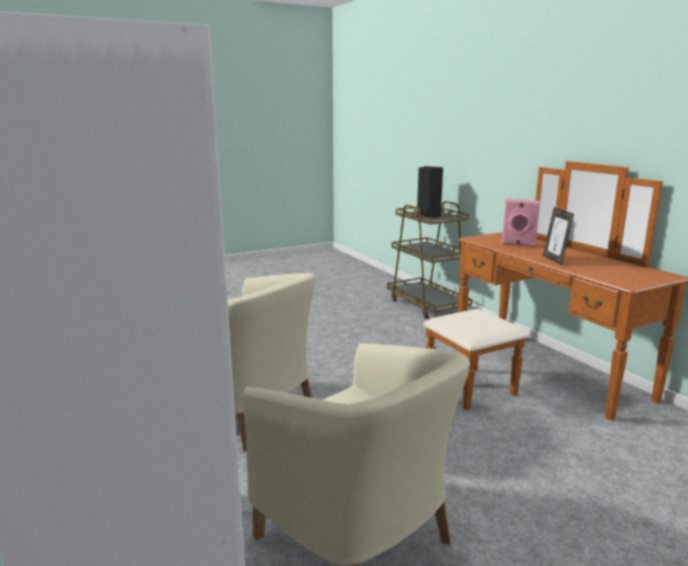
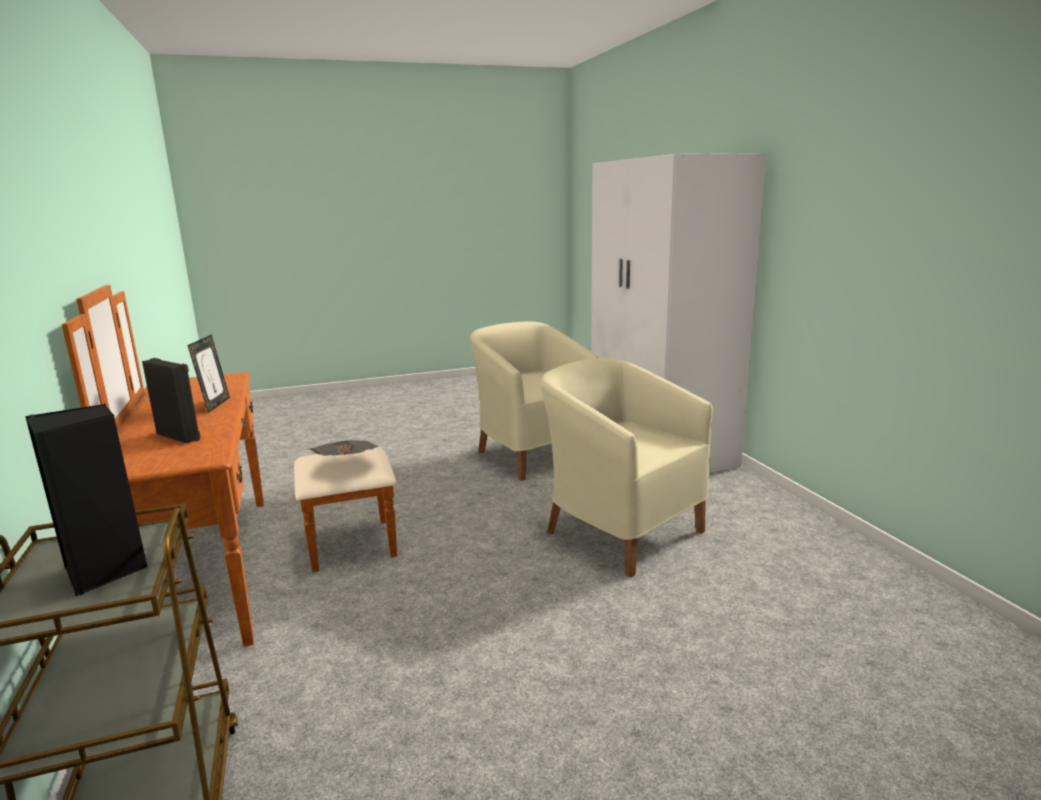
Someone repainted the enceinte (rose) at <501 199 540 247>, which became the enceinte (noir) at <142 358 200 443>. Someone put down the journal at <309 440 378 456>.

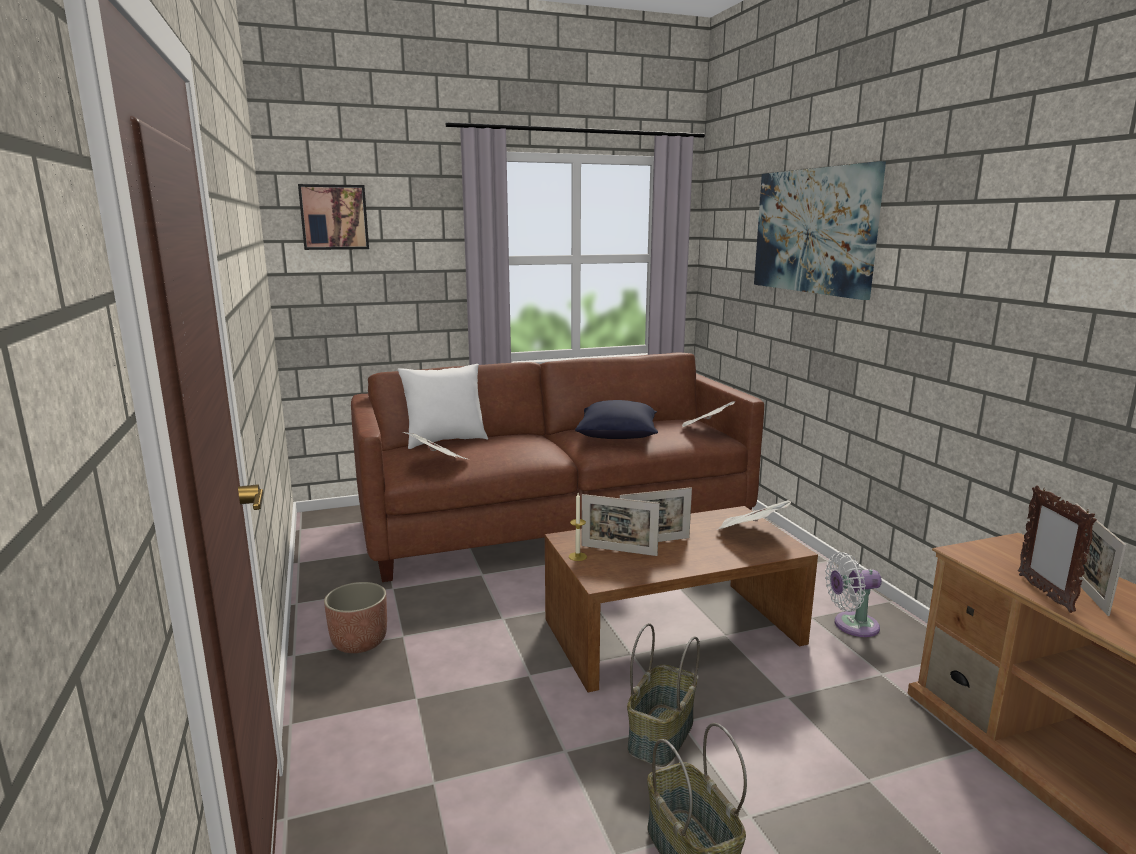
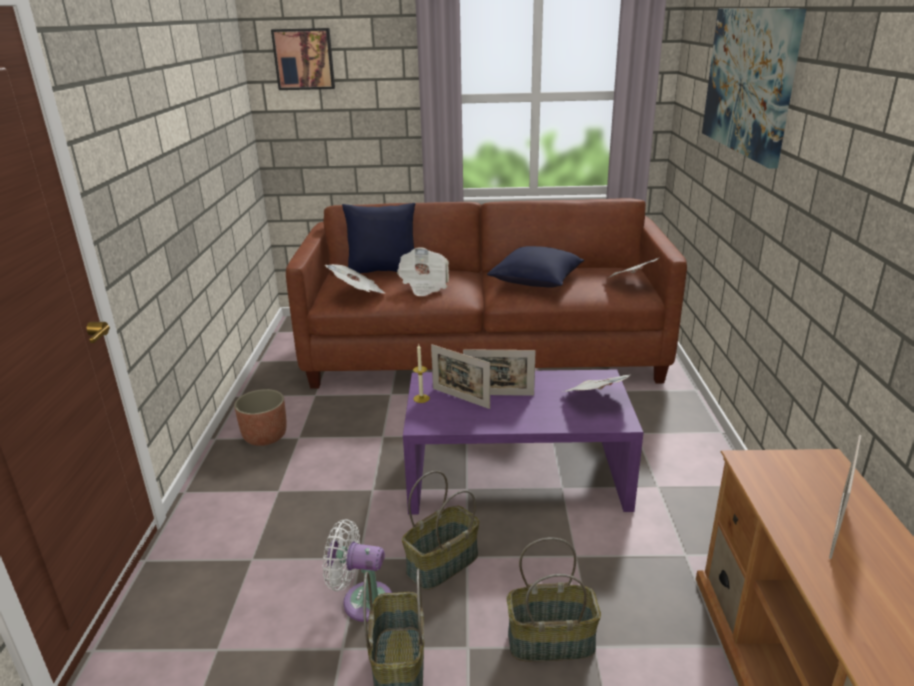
Someone carried the ventilateur (blanc) from <825 552 882 637> to <322 519 392 622>. Someone repainted the coussin (blanc) at <398 364 488 449>, which became the coussin (bleu) at <342 203 416 273>. Someone put down the journal at <397 247 449 297>. Someone repainted the table basse (marron) at <545 506 818 692>, which became the table basse (violet) at <403 369 644 514>. Someone put down the panier at <507 537 601 662>. Someone took away the cadre photo at <1018 486 1097 613>.

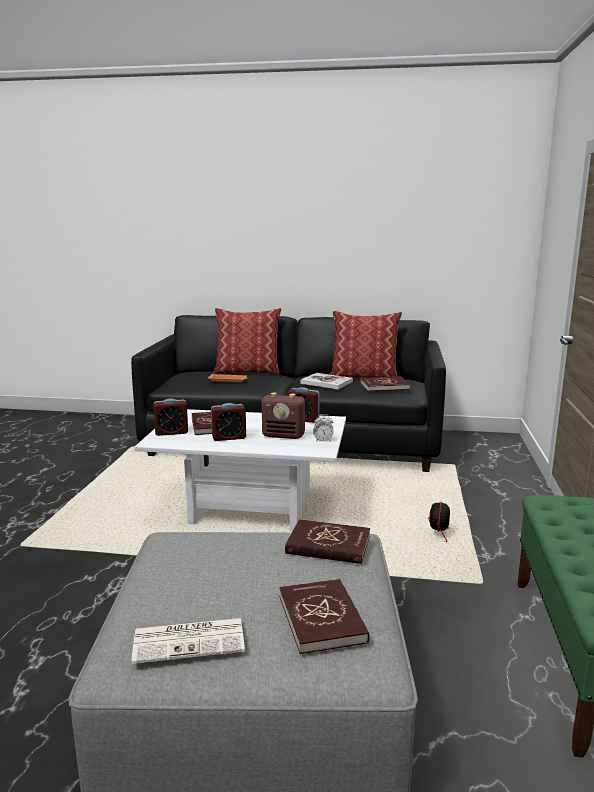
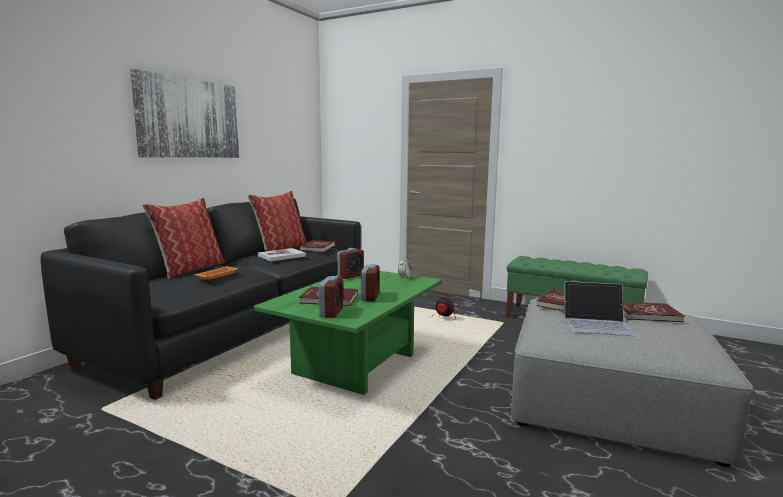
Someone put up the tableau at <130 69 239 158>. Someone repainted the table basse (blanc) at <134 409 346 532>, which became the table basse (vert) at <253 271 442 395>. Someone put down the ordinateur portable at <563 281 636 336>. Someone took away the journal at <131 618 245 664>. Someone took away the radio at <262 393 305 439>.

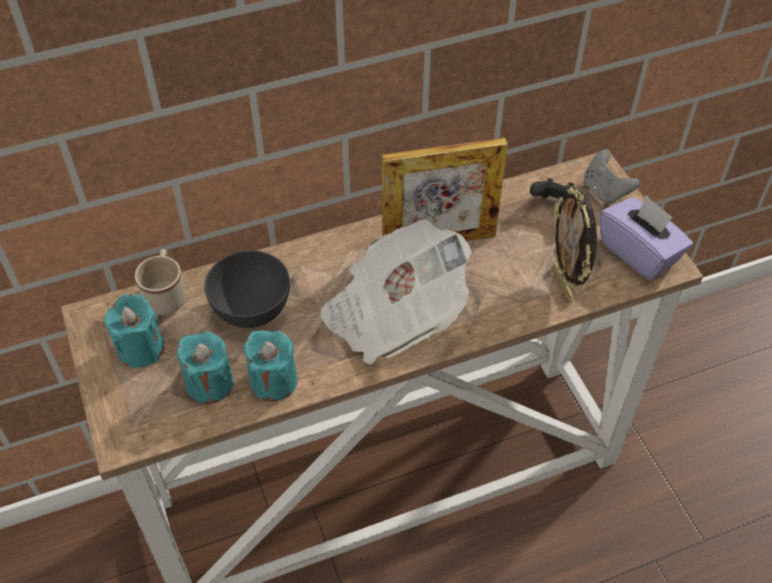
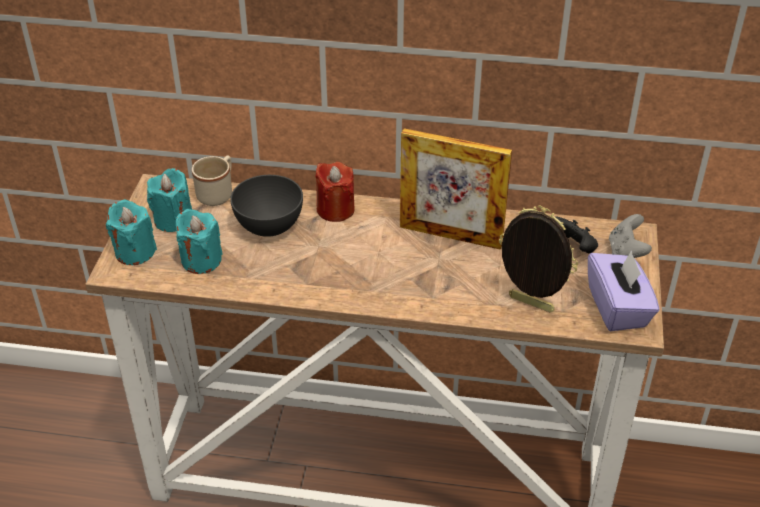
Someone carried the bougie (turquoise) from <243 330 297 402> to <106 199 157 265>. Someone put down the bougie (rouge) at <315 162 354 222>. Someone rotated the cadre photo at <553 187 597 303> by 105 degrees clockwise. Someone took away the journal at <321 220 472 365>.

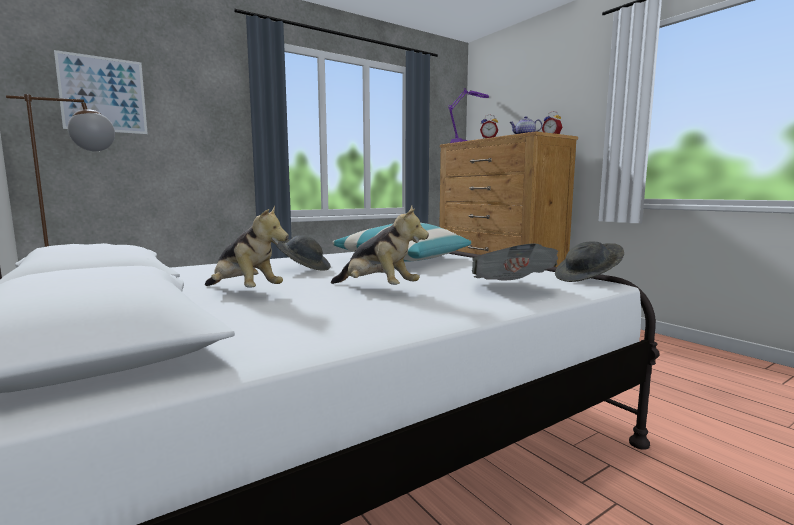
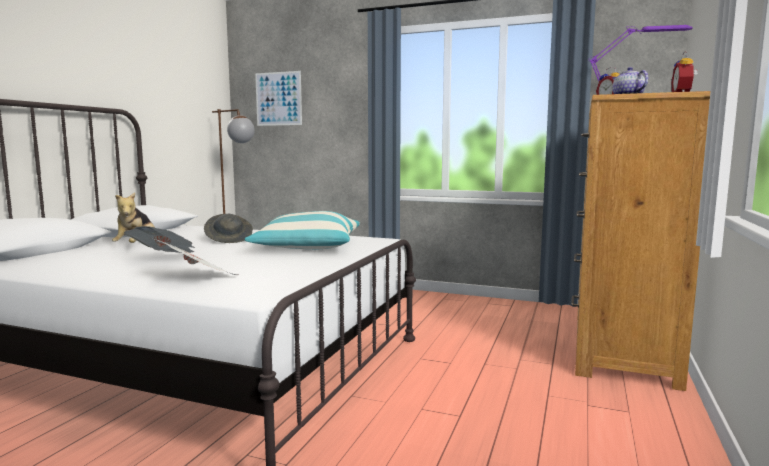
Someone swapped the peluche at <331 205 429 285> for the journal at <124 226 195 253>. Someone took away the chapeau (gris) at <555 242 624 282>.

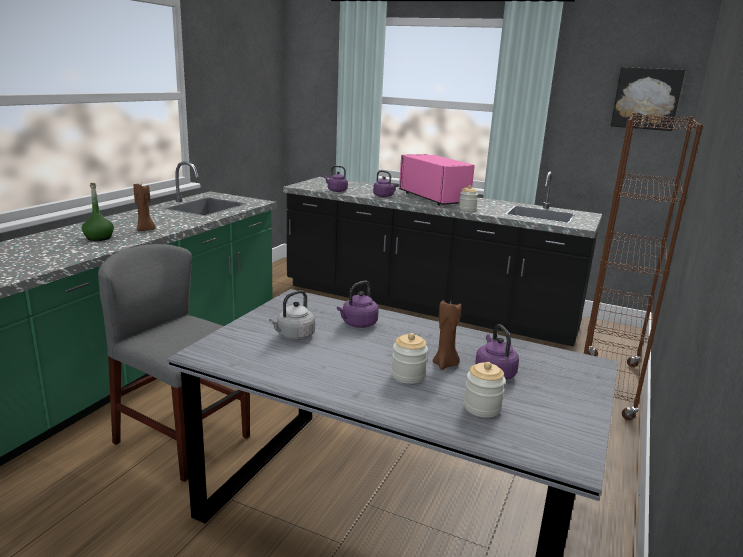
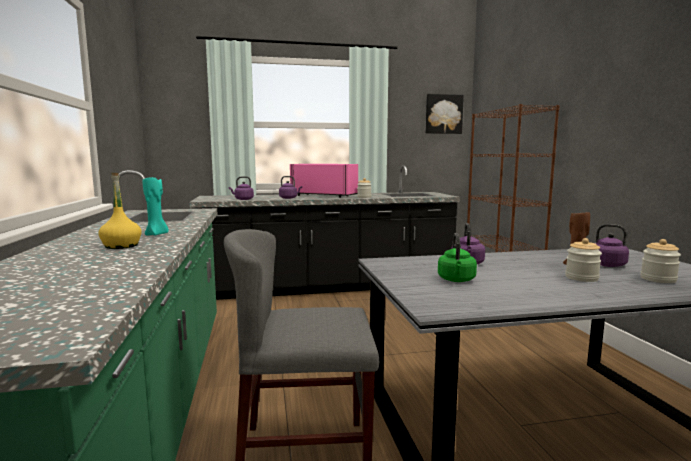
Someone repainted the bouteille (vert) at <82 183 114 241>, which became the bouteille (jaune) at <98 173 142 249>. Someone repainted the bougie (marron) at <133 184 156 231>, which became the bougie (turquoise) at <142 177 169 235>. Someone repainted the bouilloire (gris) at <269 290 315 340>, which became the bouilloire (vert) at <438 233 477 282>.

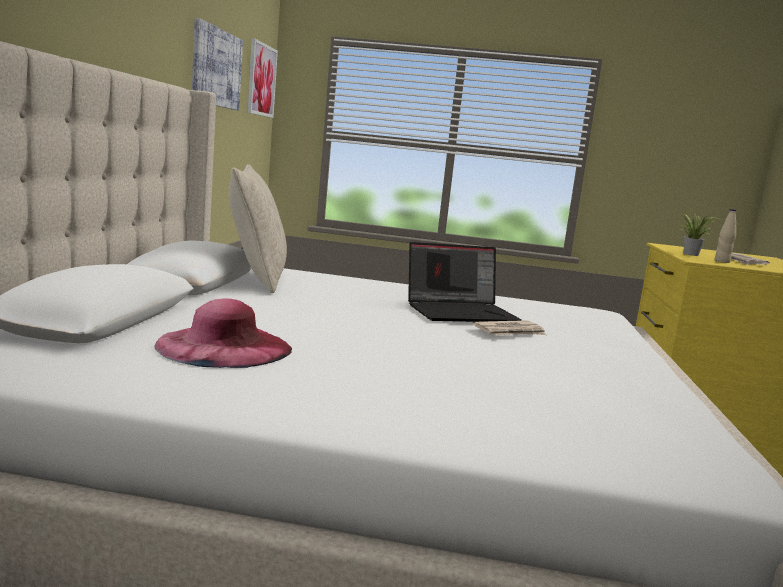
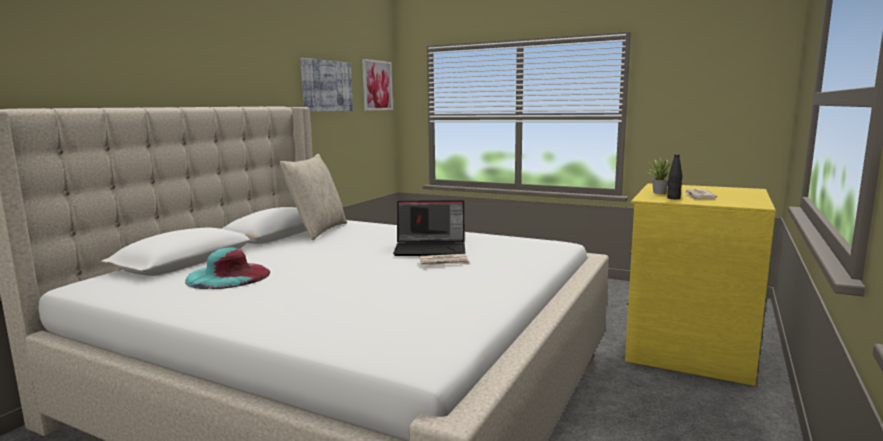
Someone repainted the chapeau (rose) at <155 298 292 368>, which became the chapeau (turquoise) at <185 247 270 289>. Someone repainted the bouteille (beige) at <714 209 736 263>, which became the bouteille (noir) at <667 154 682 199>.

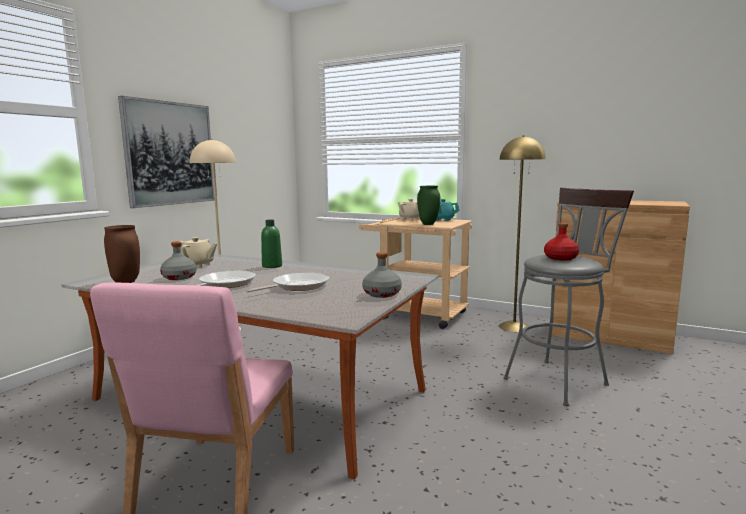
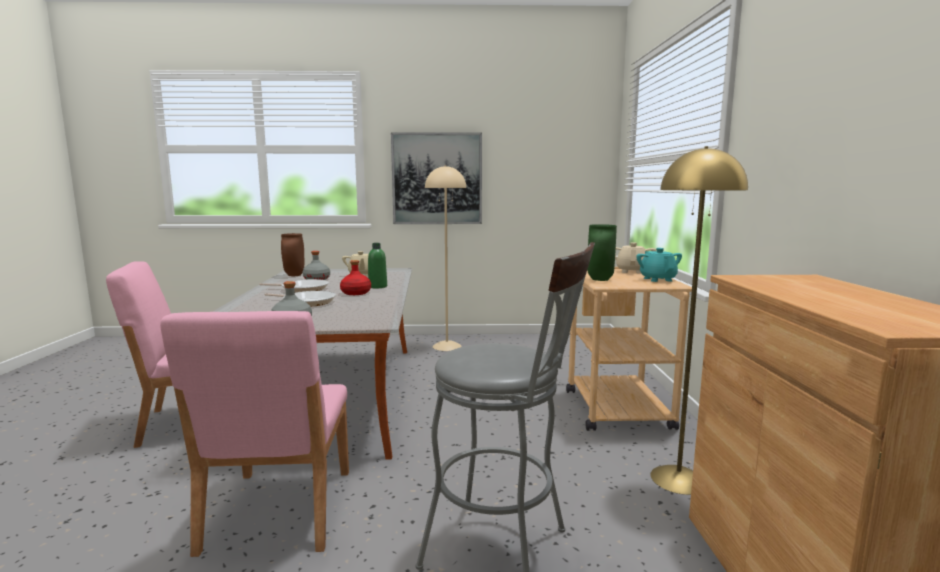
Someone put down the chaise (rose) at <160 311 349 557>. Someone carried the bouteille (rouge) from <544 223 579 260> to <340 260 371 295>.

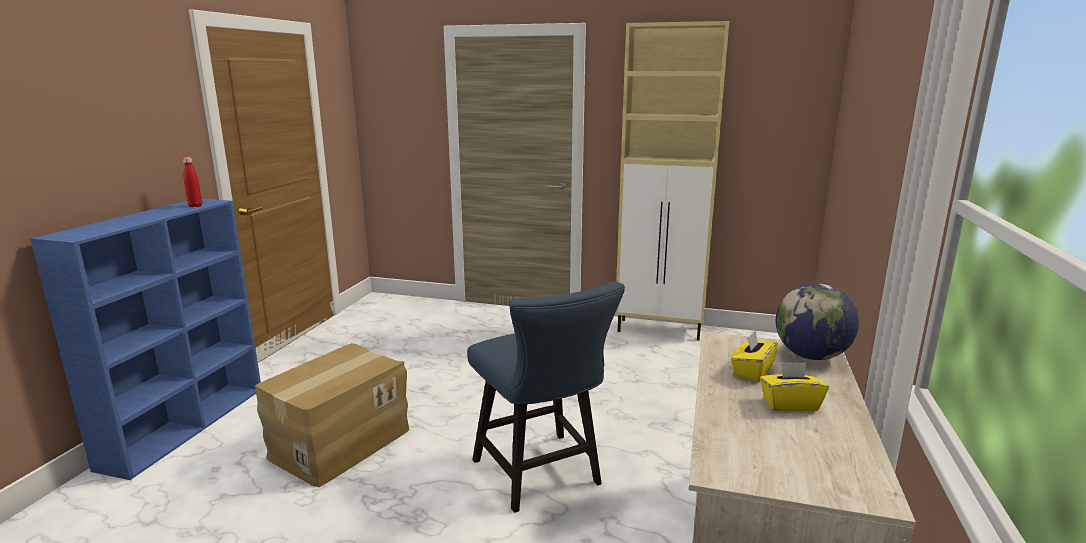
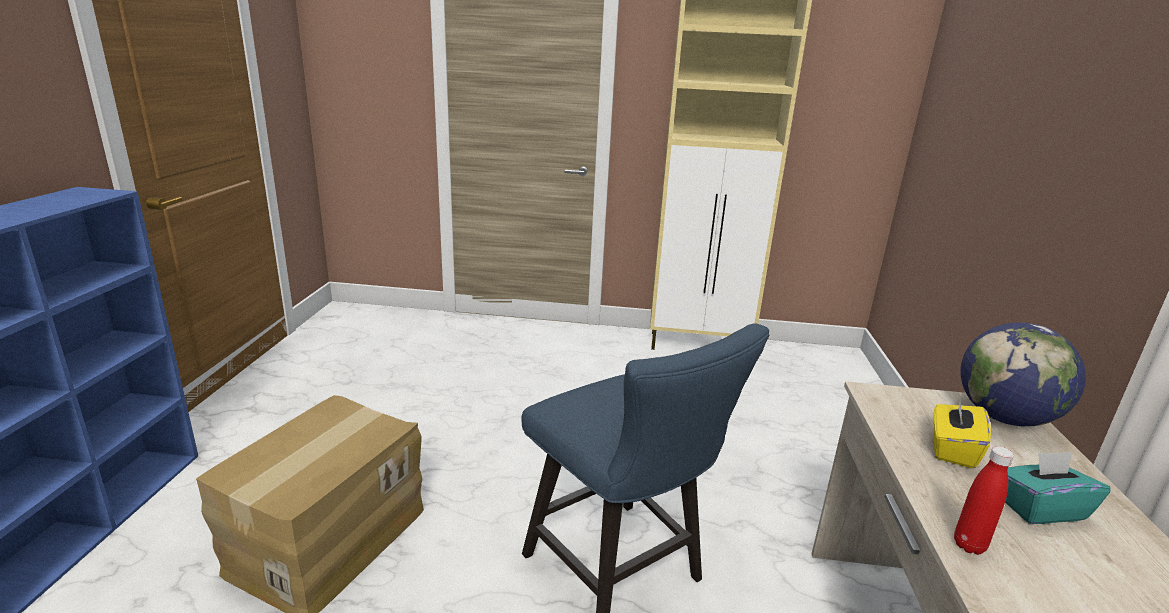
Someone carried the bouteille (rouge) from <183 157 202 207> to <954 446 1014 555>. Someone repainted the boîte à mouchoirs (jaune) at <760 362 829 411>, which became the boîte à mouchoirs (turquoise) at <1005 452 1111 524>.

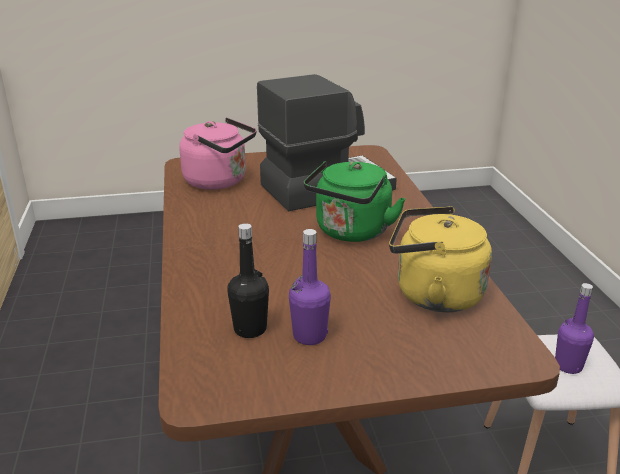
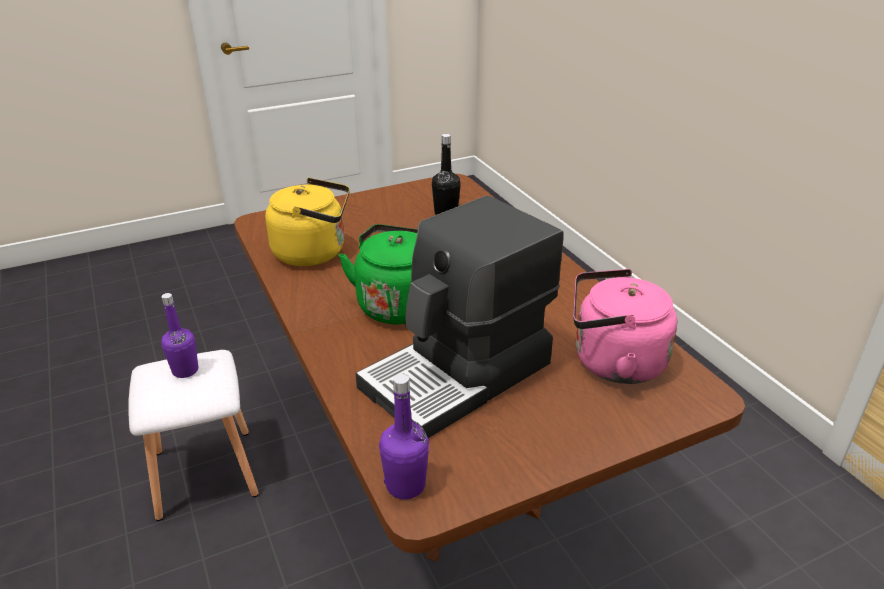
Someone carried the bouteille (violet) from <289 229 331 345> to <379 373 429 499>.

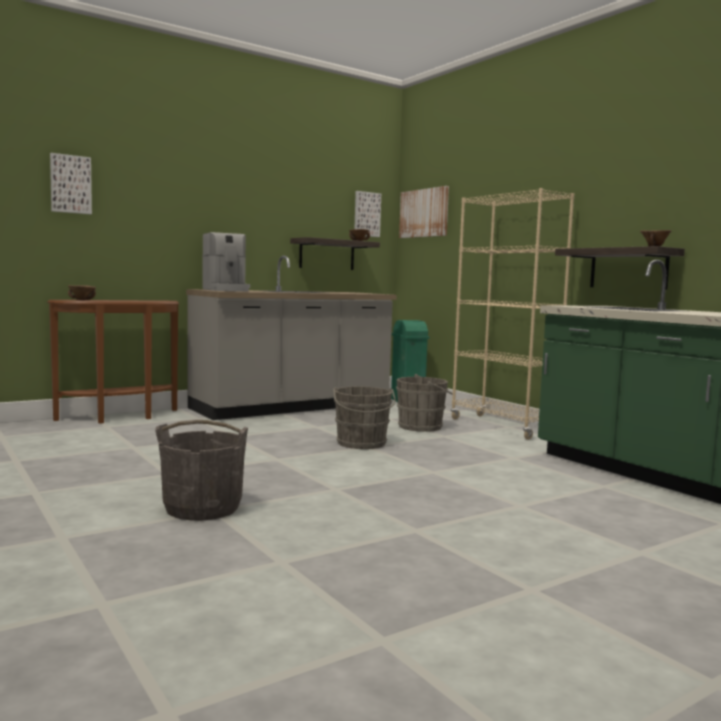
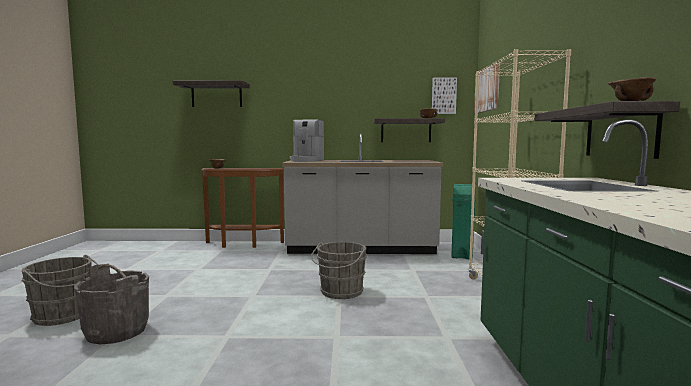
Someone carried the seau (gris) from <396 374 453 432> to <22 255 99 326>. Someone swapped the tableau at <50 153 92 214> for the étagère at <173 80 250 107>.

